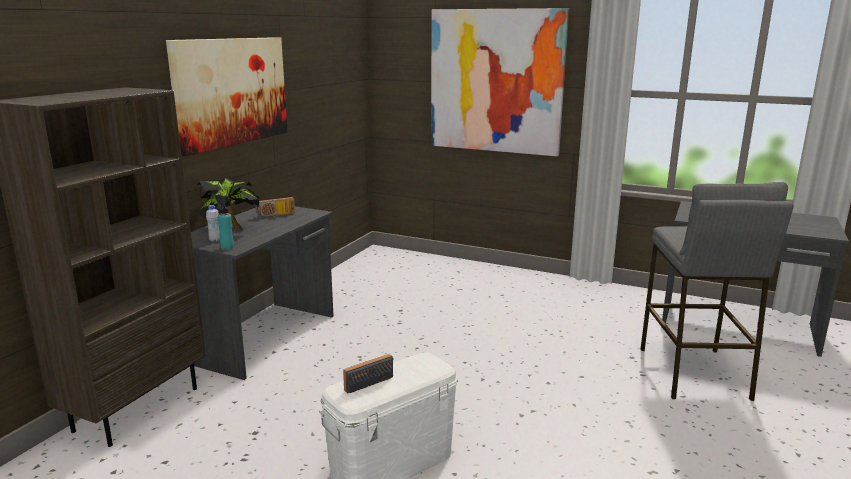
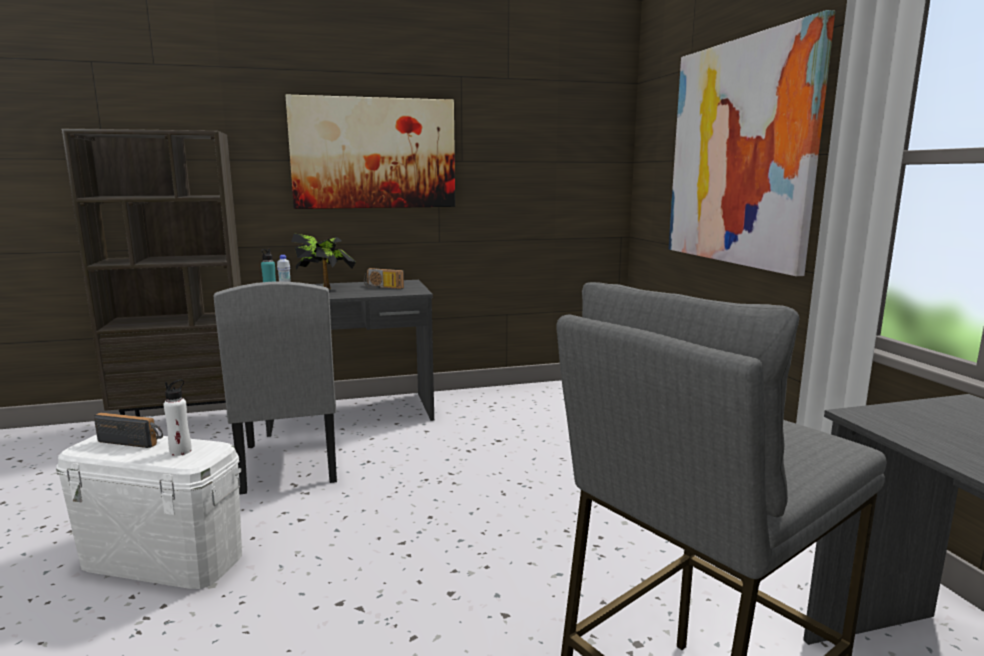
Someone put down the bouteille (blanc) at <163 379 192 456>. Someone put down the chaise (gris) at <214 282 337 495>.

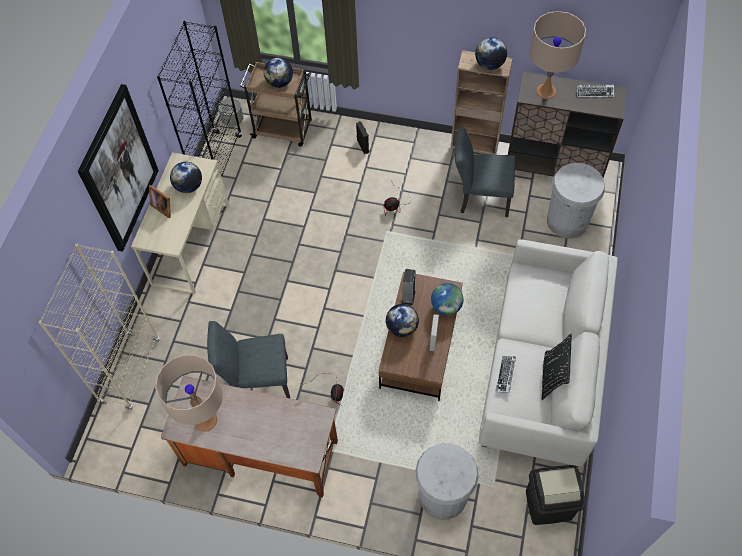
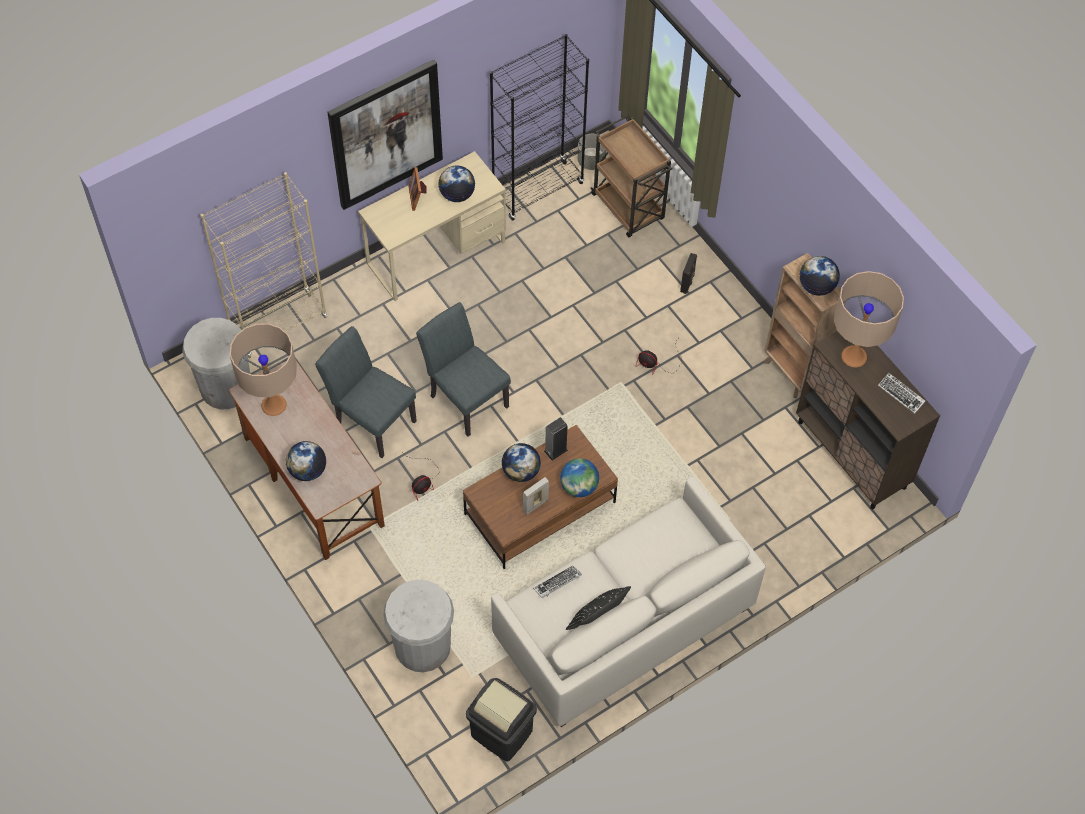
Someone carried the poubelle (blanc) from <547 163 605 239> to <182 318 250 409>. Someone carried the globe from <264 58 293 88> to <286 441 326 481>. Someone carried the chaise (gris) from <455 127 515 217> to <416 302 511 437>.

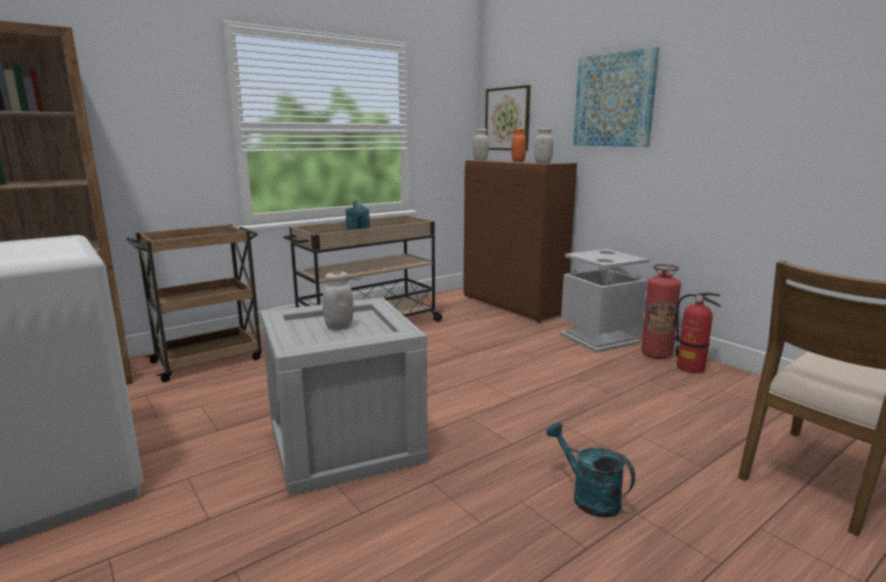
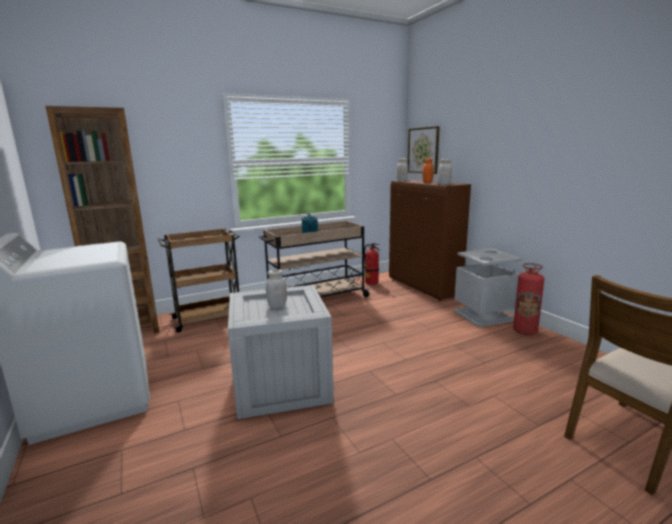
Someone carried the extincteur from <675 292 721 373> to <364 243 380 285>. Someone took away the arrosoir (turquoise) at <546 422 635 518>. Someone took away the tableau at <573 47 659 147>.

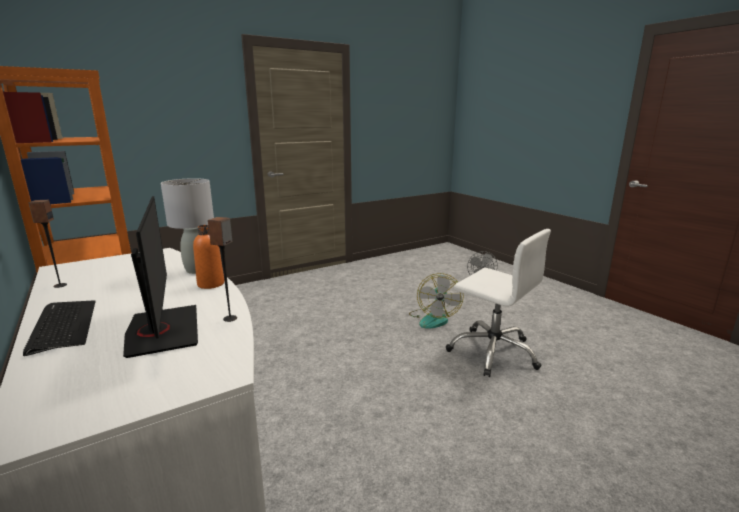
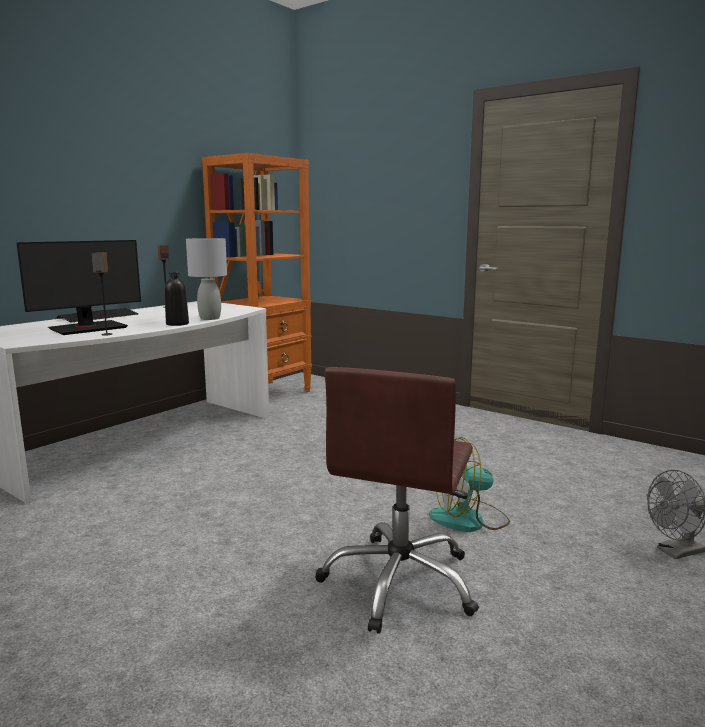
Someone repainted the bouteille (orange) at <193 225 224 289>, which became the bouteille (noir) at <165 272 189 326>. Someone repainted the chaise de bureau (blanc) at <446 229 551 377>, which became the chaise de bureau (marron) at <315 367 479 634>.

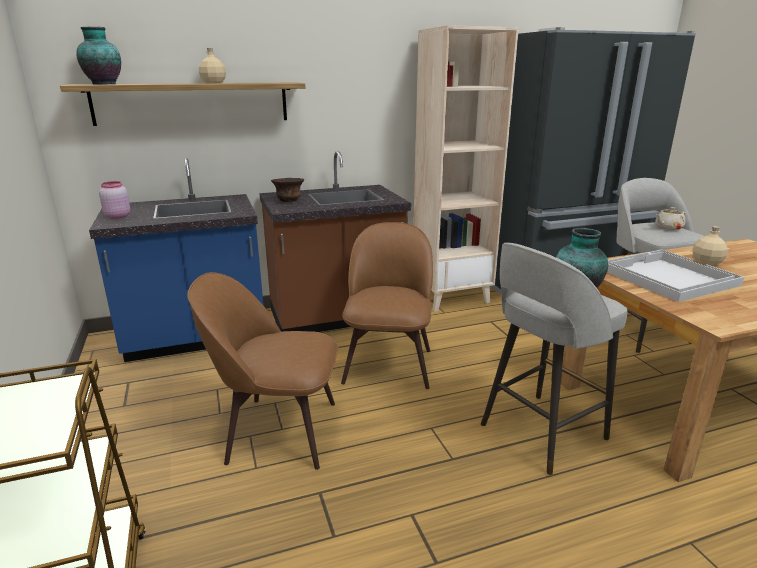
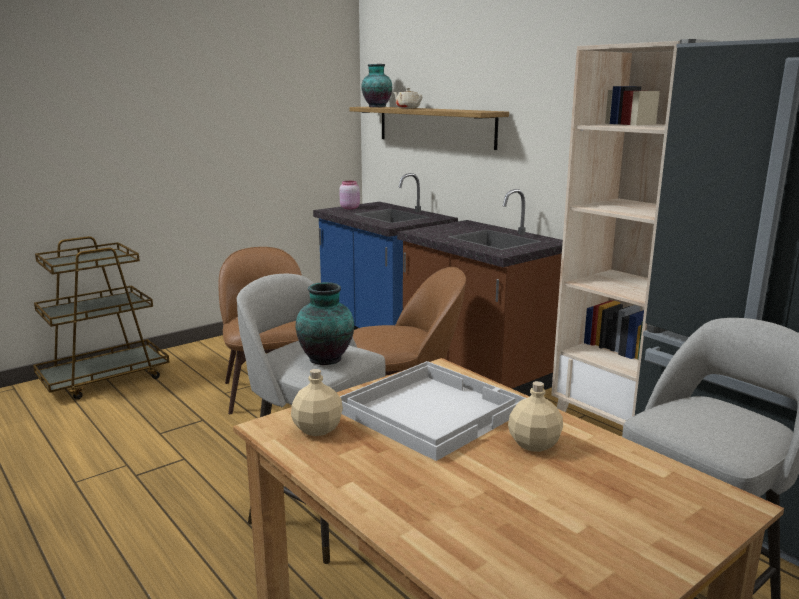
Someone carried the bouteille (beige) from <199 48 226 83> to <291 369 343 436>. Someone carried the théière (beige) from <655 207 686 230> to <393 88 422 108>. Someone took away the bol (marron) at <271 178 304 202>.

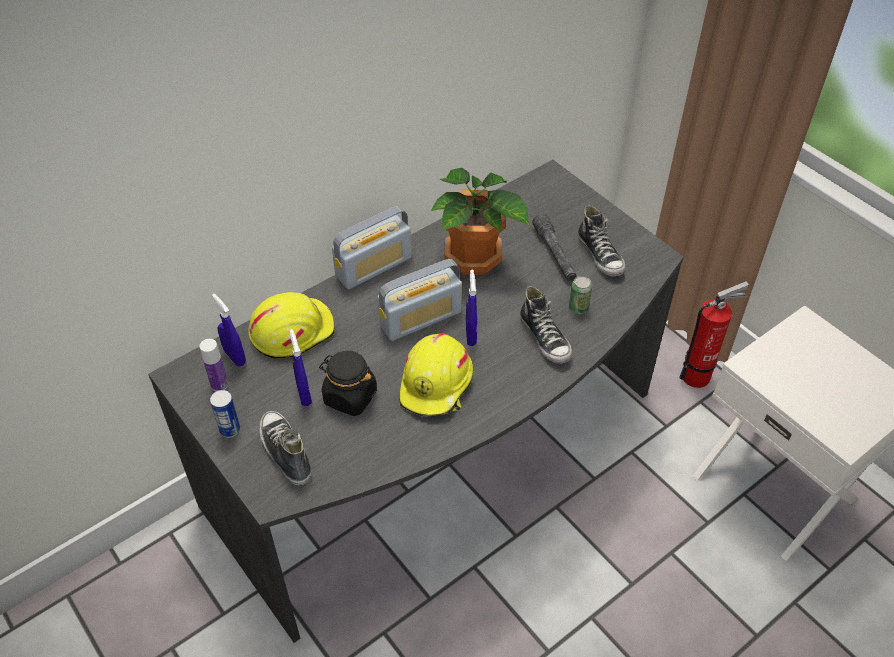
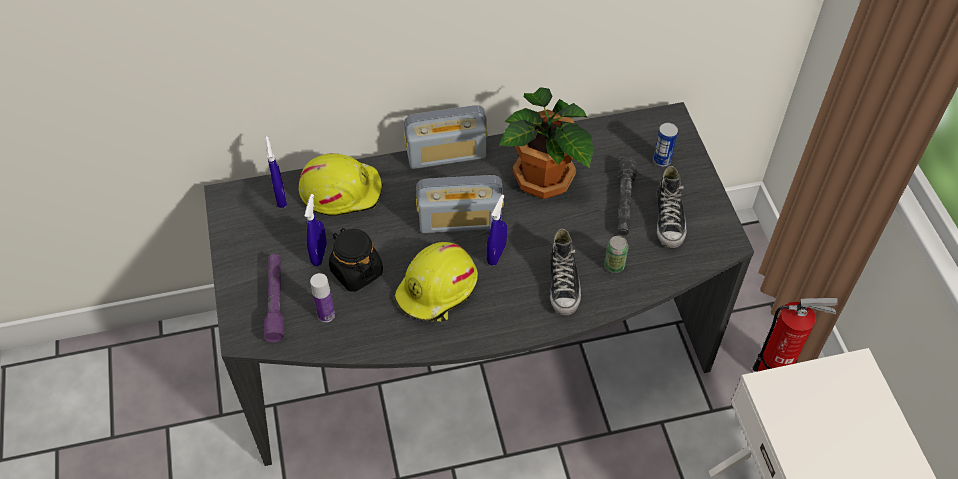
Someone swapped the chaussure at <260 411 311 486> for the lampe de poche (violet) at <264 254 284 343>. Someone carried the bouteille from <199 339 228 391> to <310 273 335 322>. Someone carried the boîte métallique from <210 390 240 438> to <653 123 678 167>.

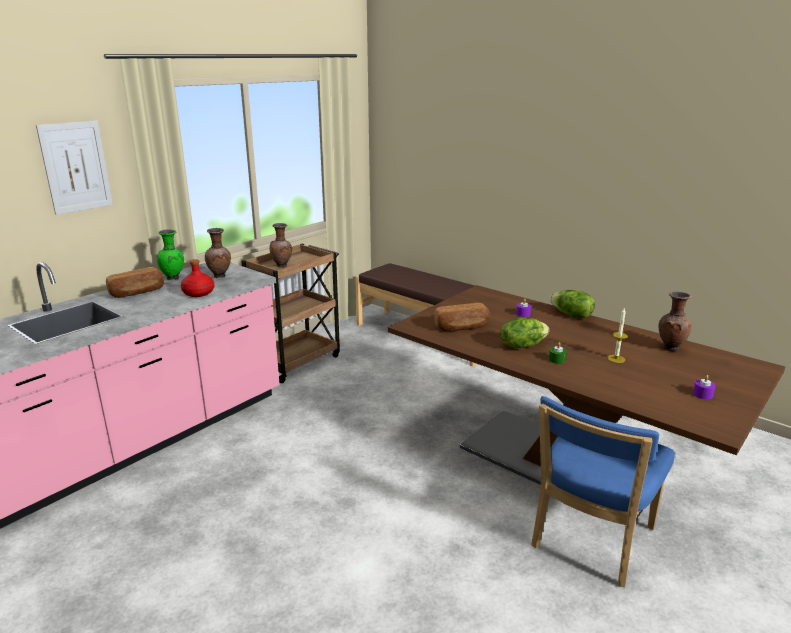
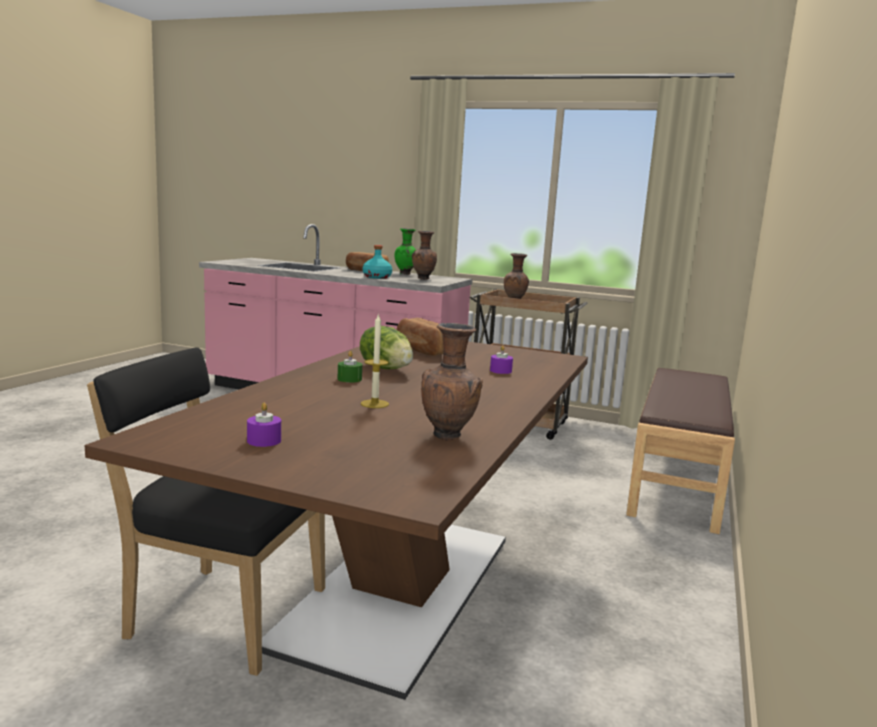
Someone repainted the chaise (bleu) at <531 396 675 587>, which became the chaise (noir) at <87 348 325 676>. Someone repainted the bouteille (rouge) at <181 259 214 297>, which became the bouteille (turquoise) at <363 245 392 279>. Someone took away the tableau at <36 121 113 215>. Someone took away the laitue at <550 290 595 318>.

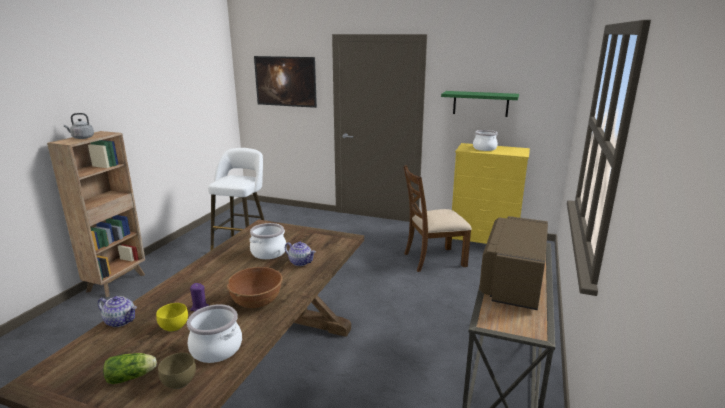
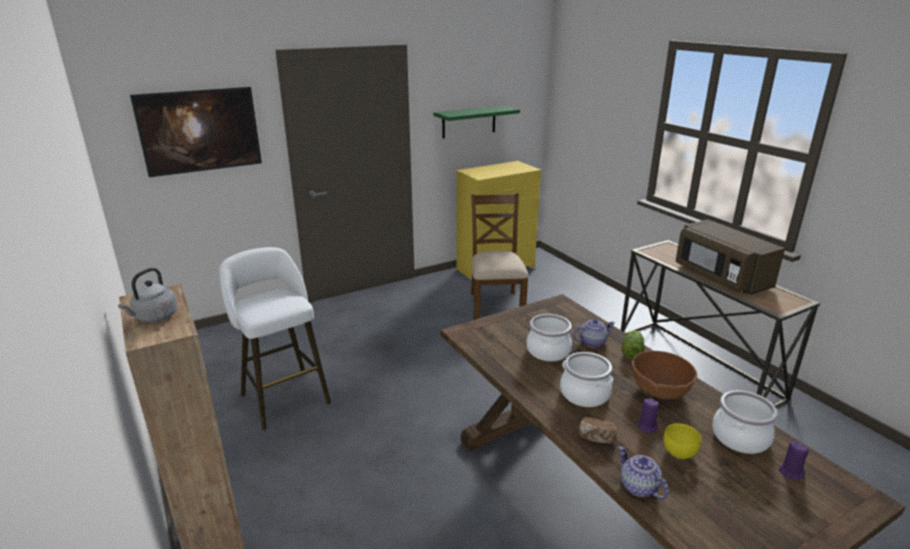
Someone rotated the chaise (marron) at <403 165 472 272> by 150 degrees clockwise. Someone carried the marmite from <473 130 498 151> to <560 352 613 407>. Someone put down the pain at <579 417 617 444>. Someone rotated the théière at <98 296 137 327> by 90 degrees counterclockwise. Someone carried the laitue from <103 353 157 384> to <622 331 645 359>. Someone swapped the bol (marron) at <158 353 196 389> for the bougie (violet) at <779 441 809 480>.

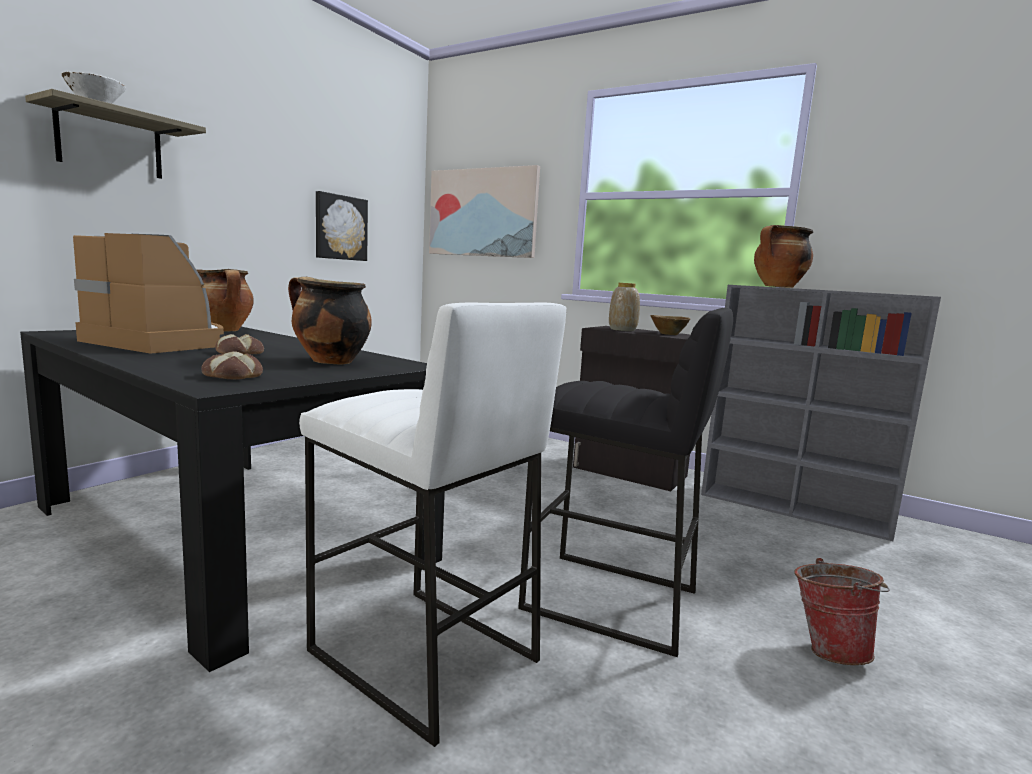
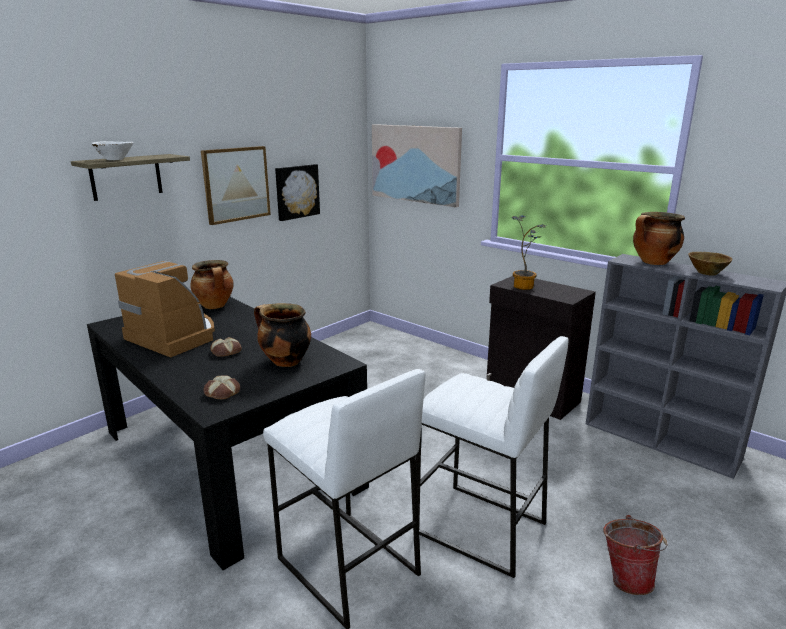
Someone put up the tableau at <201 146 271 225>. Someone repainted the tabouret (noir) at <518 308 733 657>, which became the tabouret (blanc) at <416 336 569 578>. Someone swapped the vase at <609 283 640 331> for the plante en pot at <512 215 546 290>. Someone carried the bol (marron) from <650 315 690 335> to <688 252 733 276>.

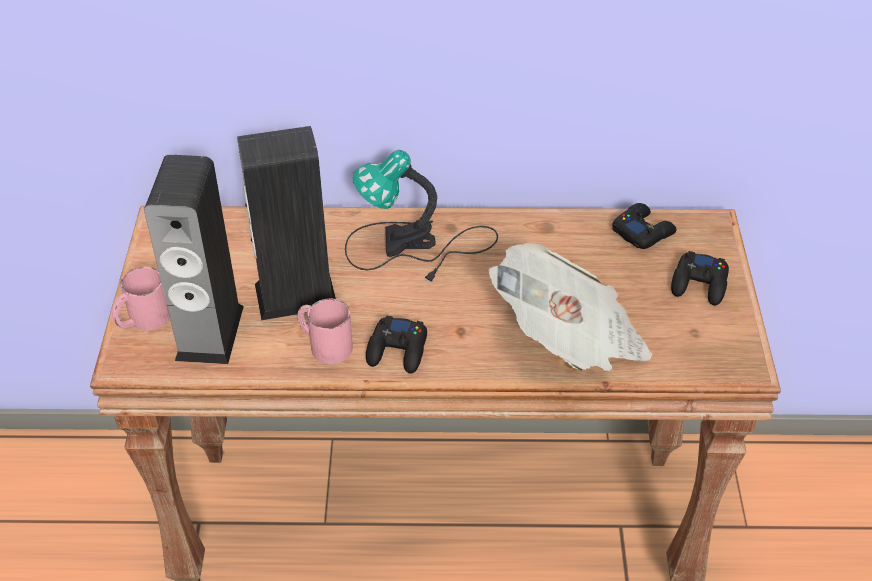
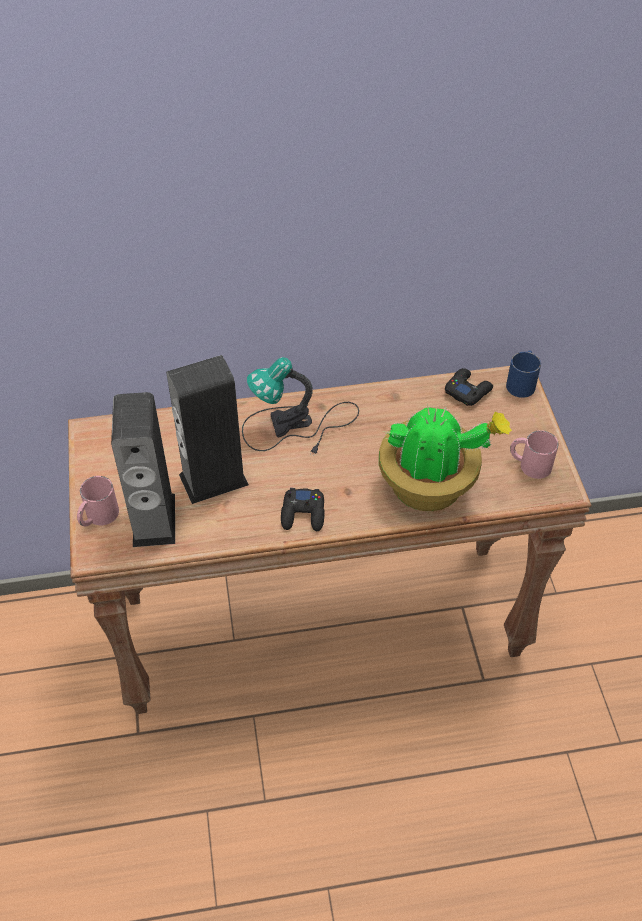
Someone swapped the journal at <489 243 652 371> for the plante en pot at <379 404 512 511>. Someone put down the mug (bleu) at <506 350 541 398>. Someone carried the mug (rose) from <298 298 353 364> to <510 430 559 479>. Someone took away the manette (noir) at <671 251 729 306>.

